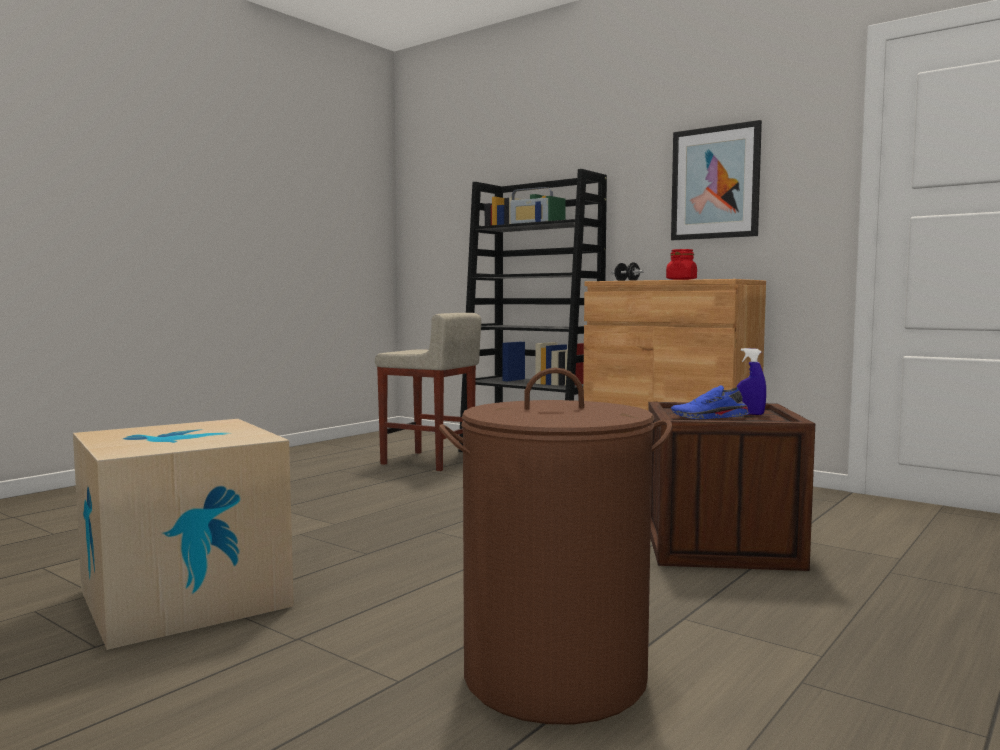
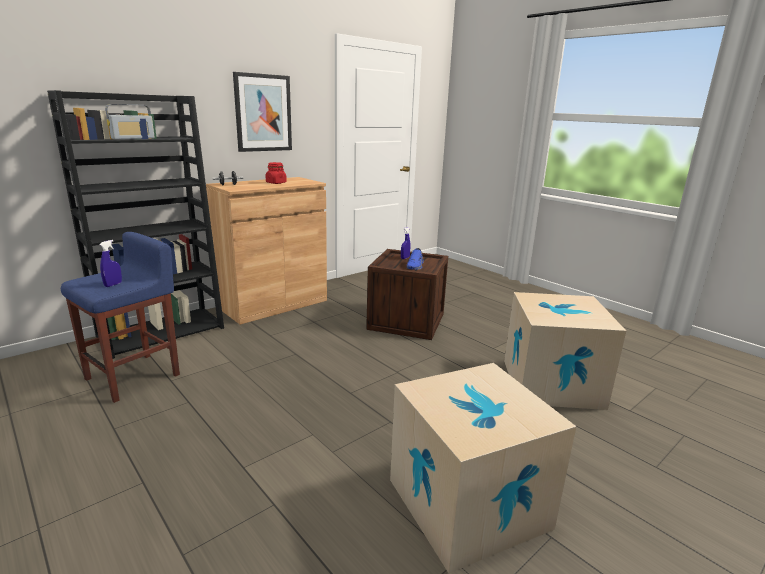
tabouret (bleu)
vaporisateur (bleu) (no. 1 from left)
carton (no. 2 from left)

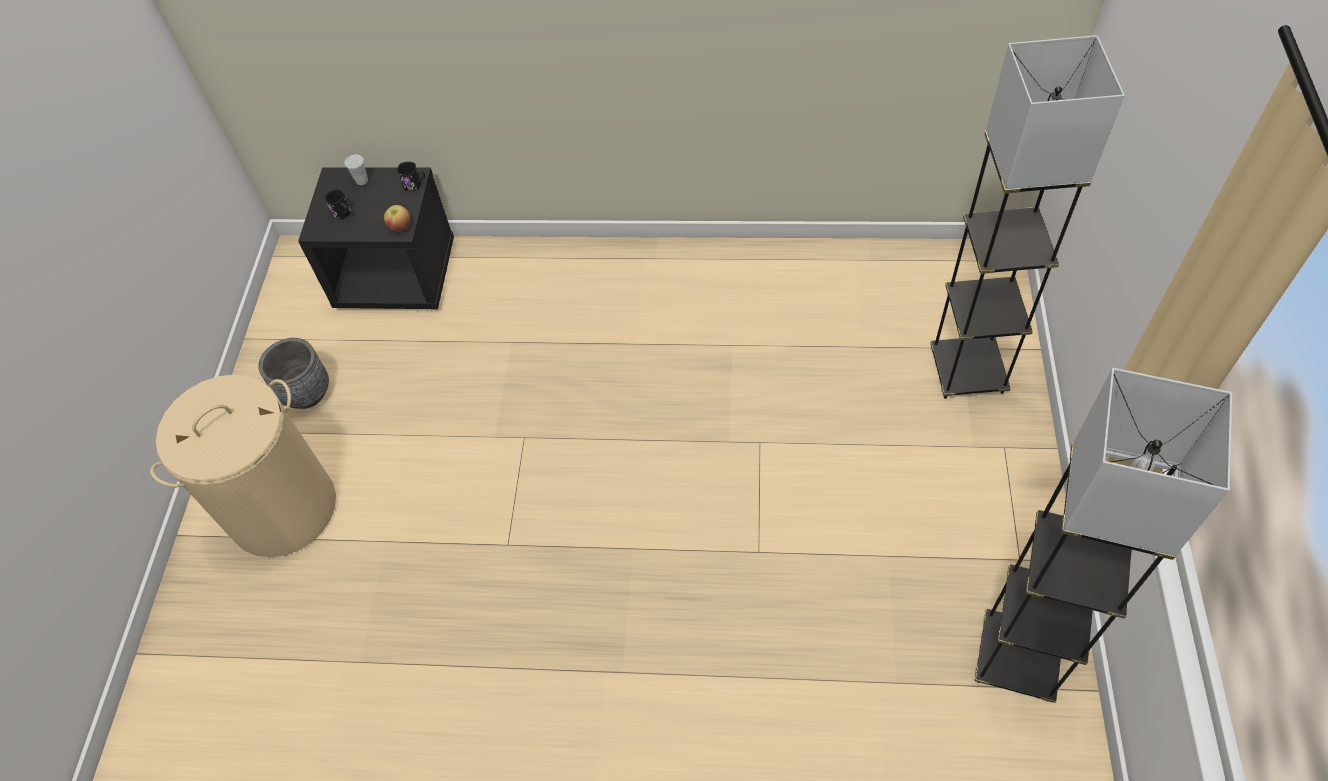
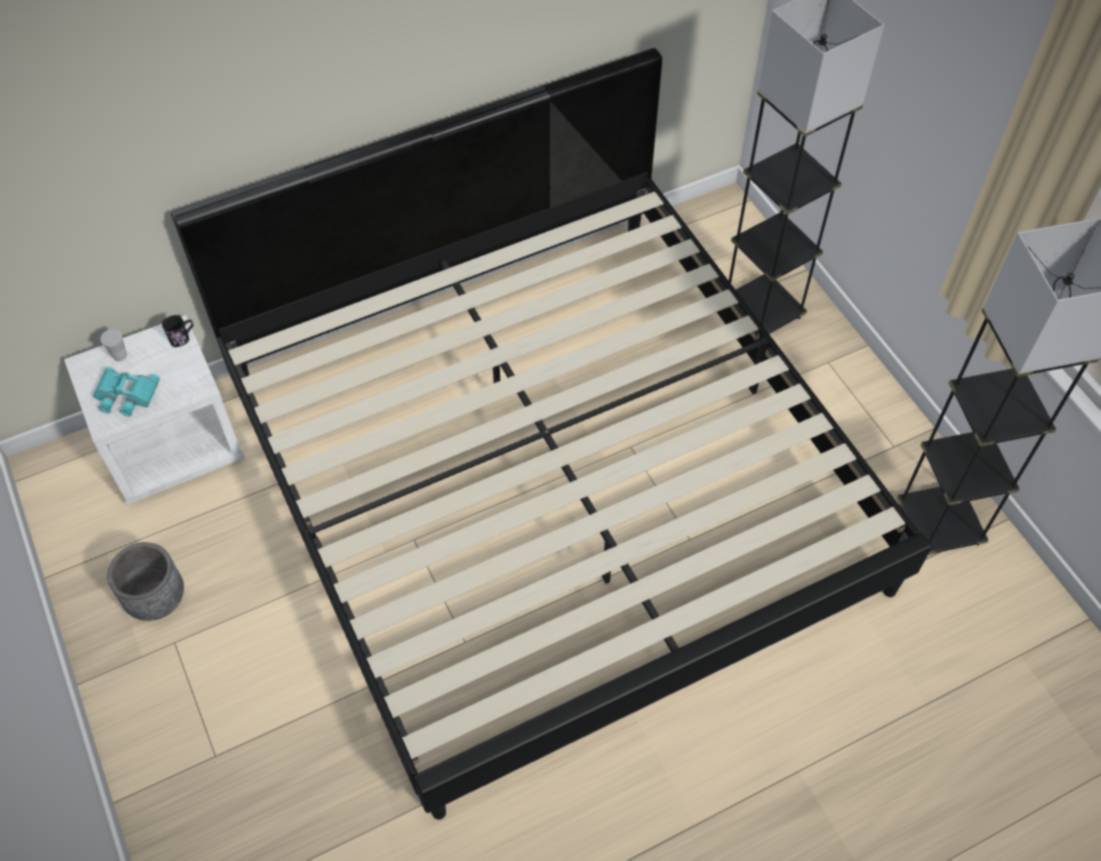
table de chevet (blanc)
jumelles (turquoise)
lit
panier à linge (beige)
pomme

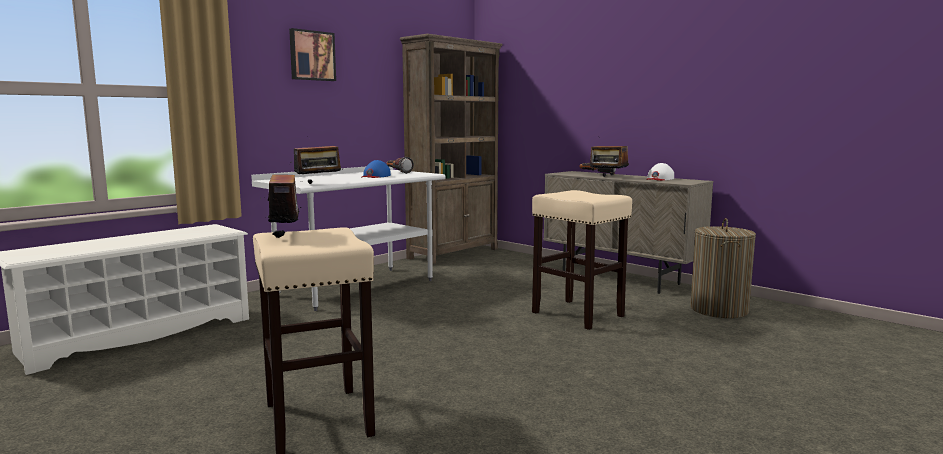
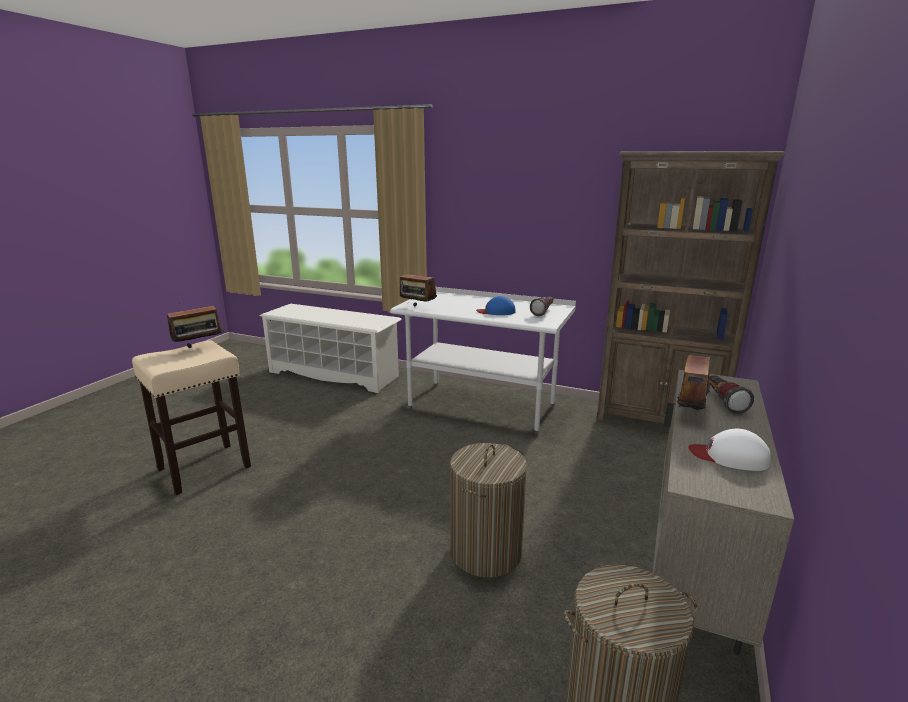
panier à linge (no. 1 from left)
tableau

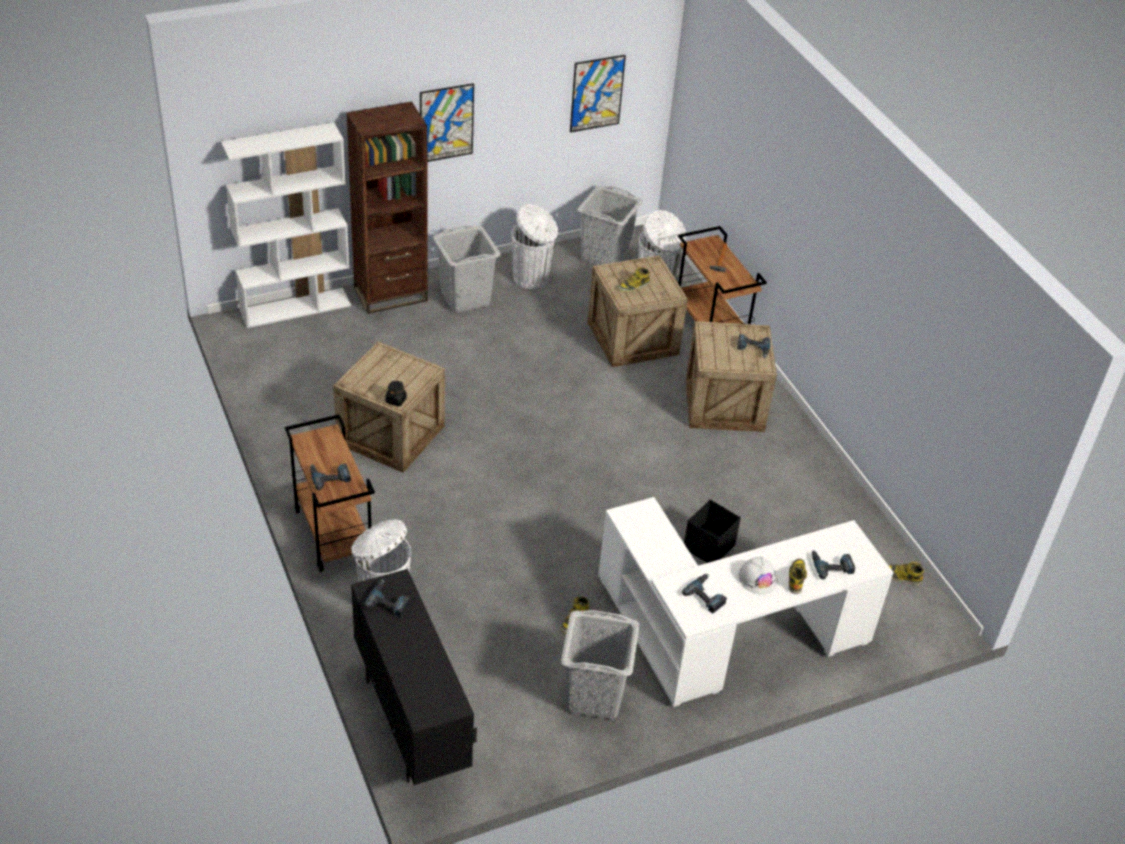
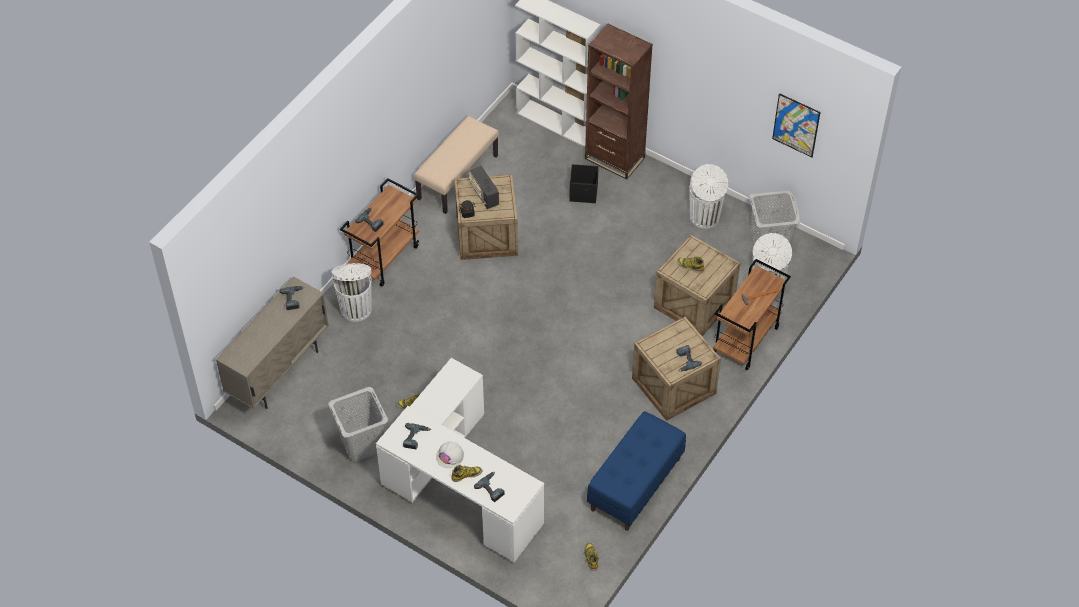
meuble de rangement (beige)
banc (beige)
radio
boîte de rangement (noir)
banc (bleu)
tableau (no. 1 from left in the first image)
panier à linge (gris) (no. 1 from left in the first image)

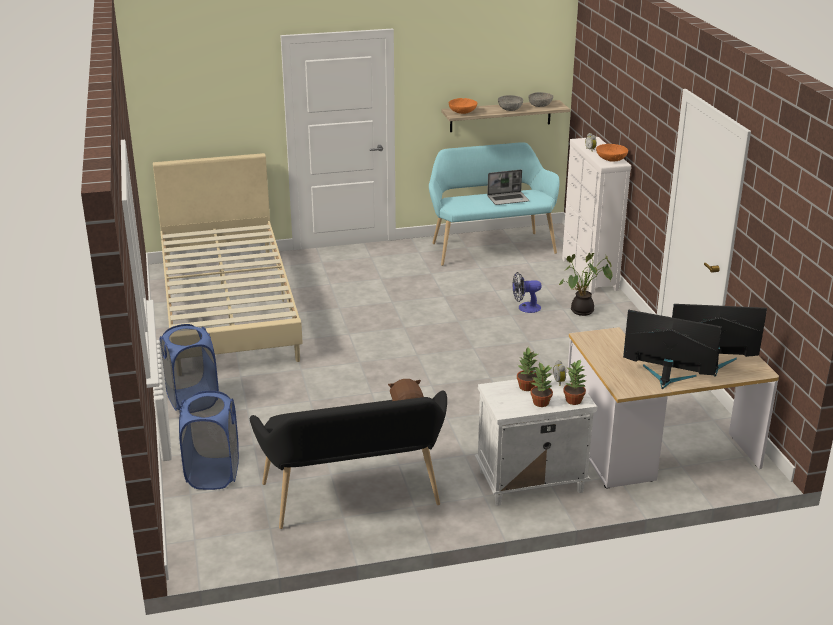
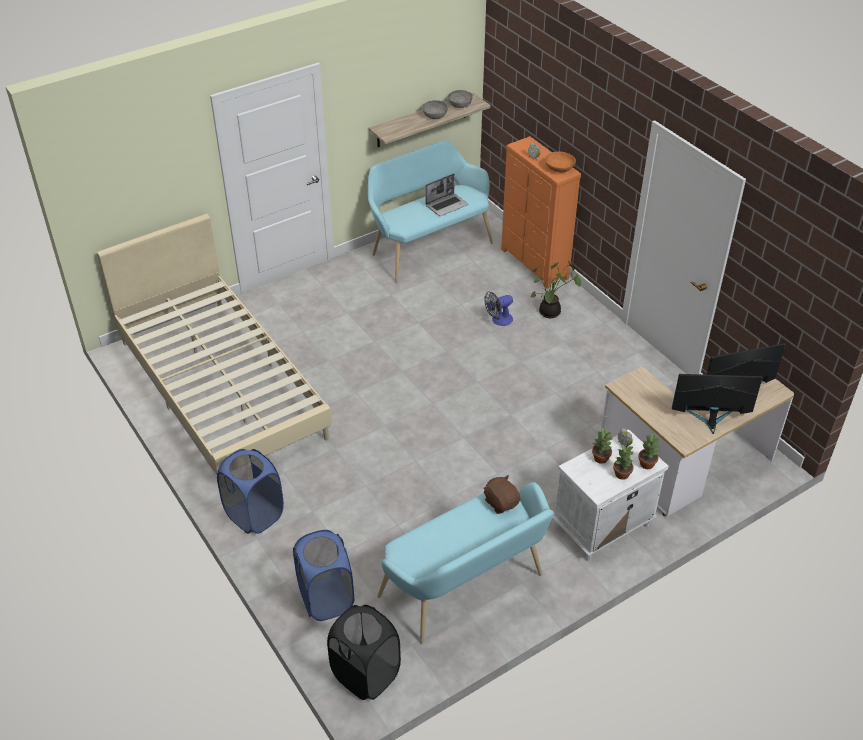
panier à linge (noir)
banc (turquoise) (no. 2 from left)
commode (orange)
bol (orange) (no. 1 from left in the first image)

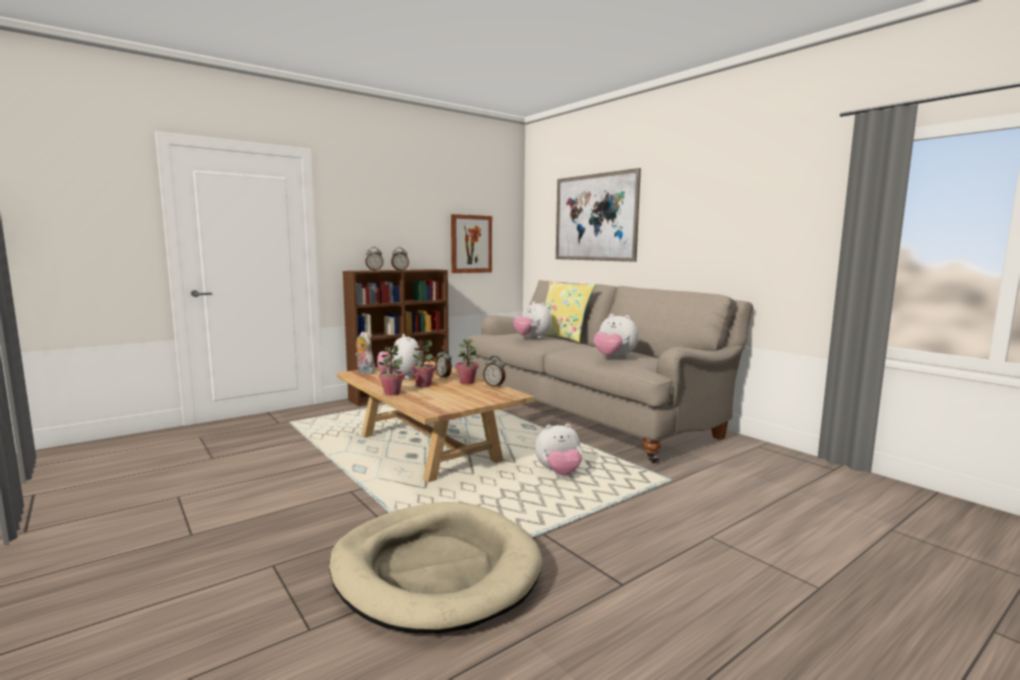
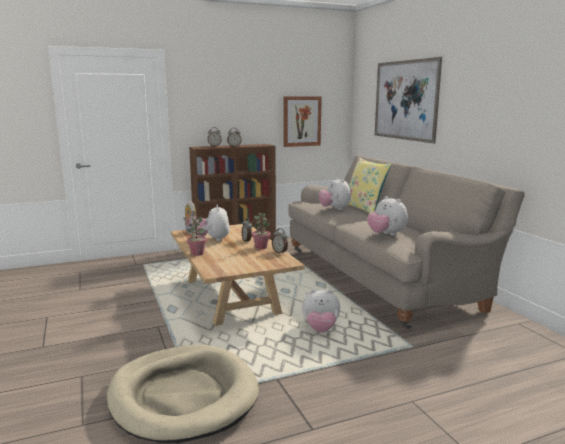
plante en pot (no. 2 from left in the first image)

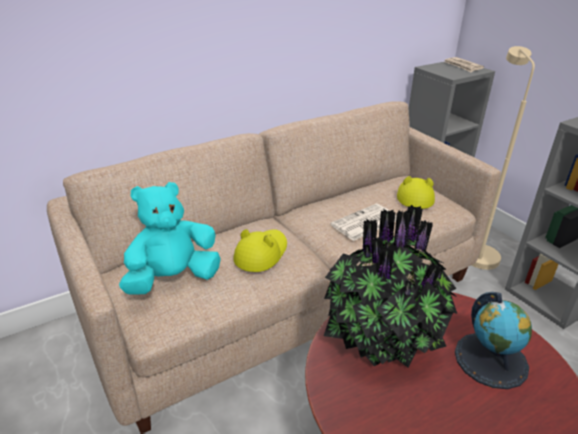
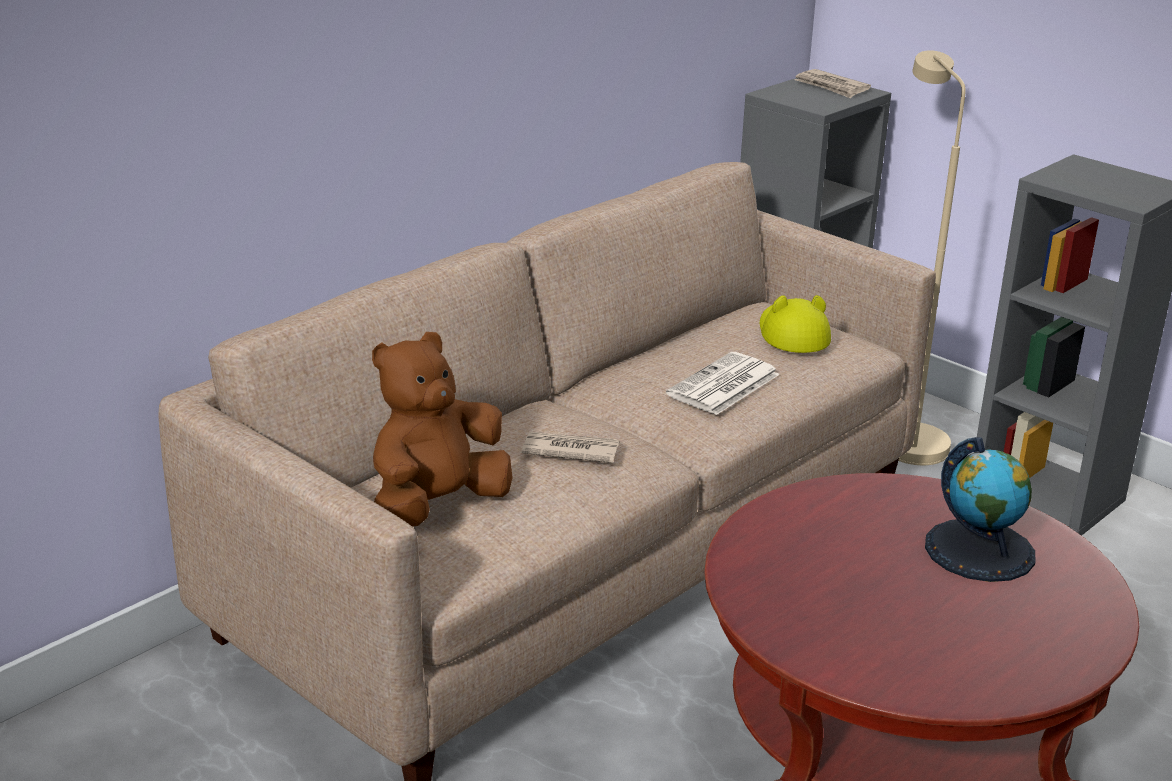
peluche (marron)
journal (no. 1 from left)
plante en pot

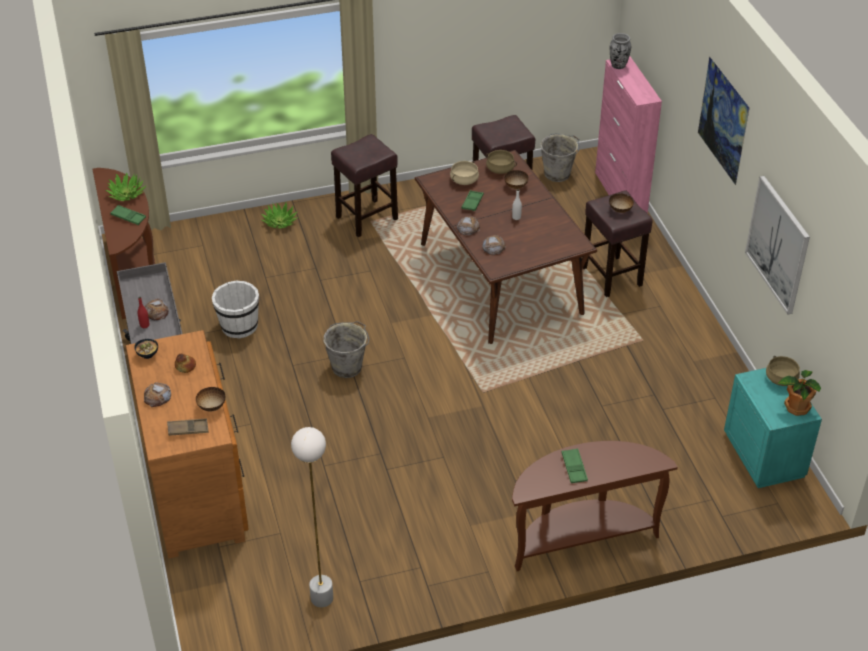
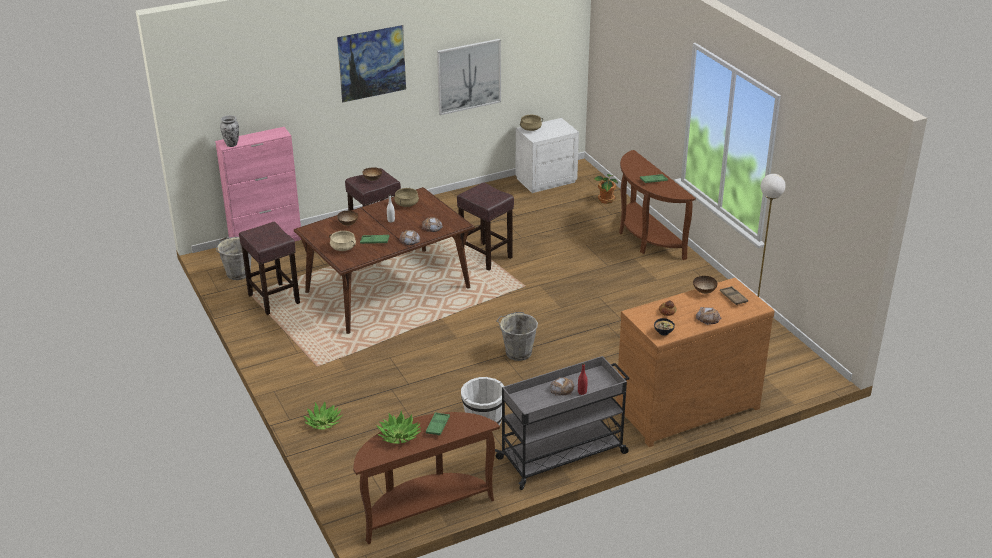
marmite (beige) (no. 2 from left)
tabouret (marron) (no. 3 from left)
table de chevet (blanc)
plante en pot (no. 3 from left)

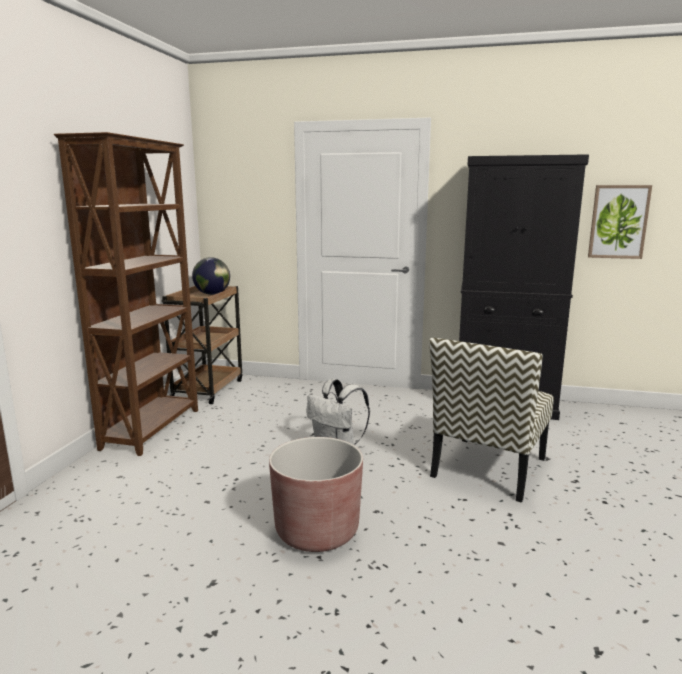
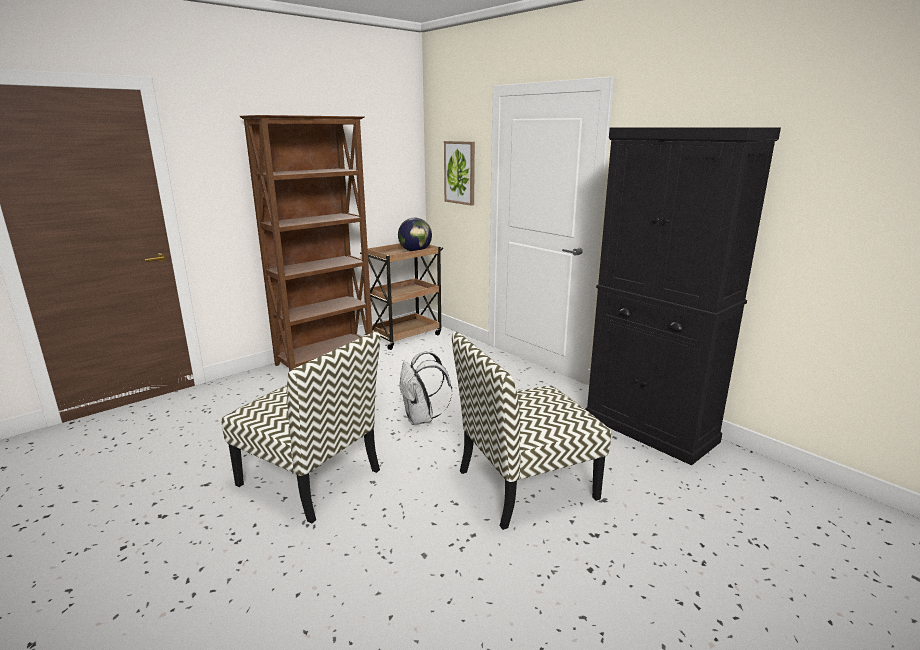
chaise (no. 1 from left)
tableau

